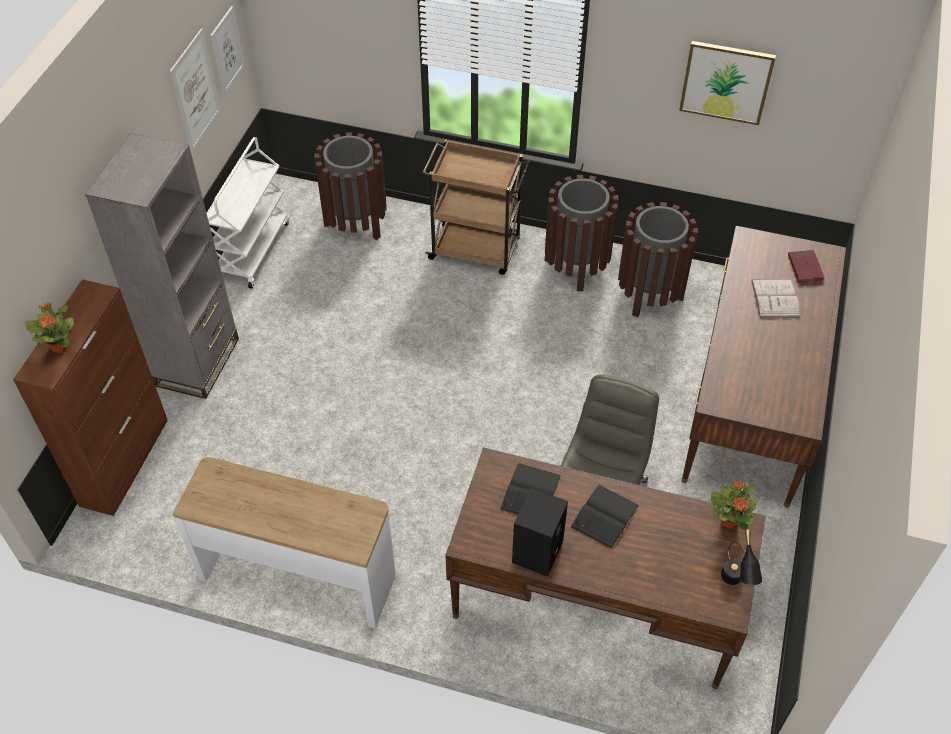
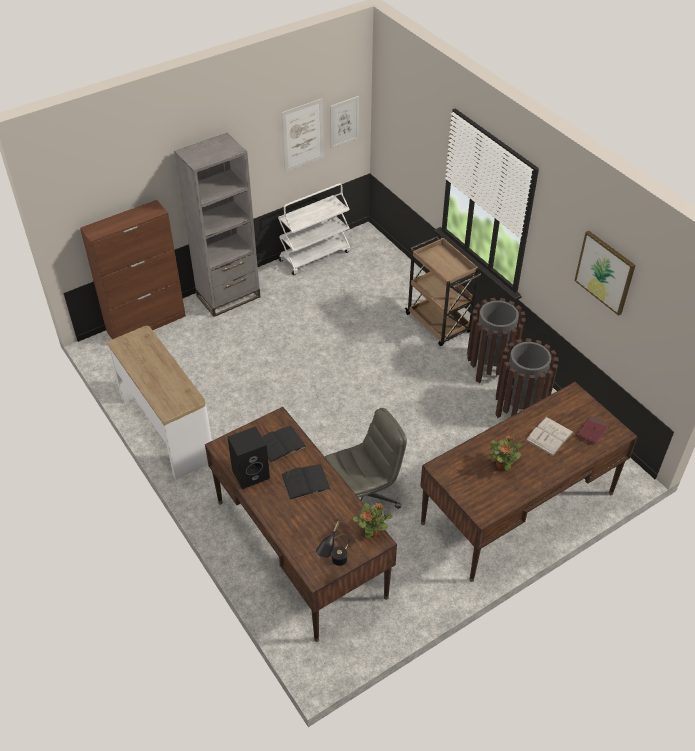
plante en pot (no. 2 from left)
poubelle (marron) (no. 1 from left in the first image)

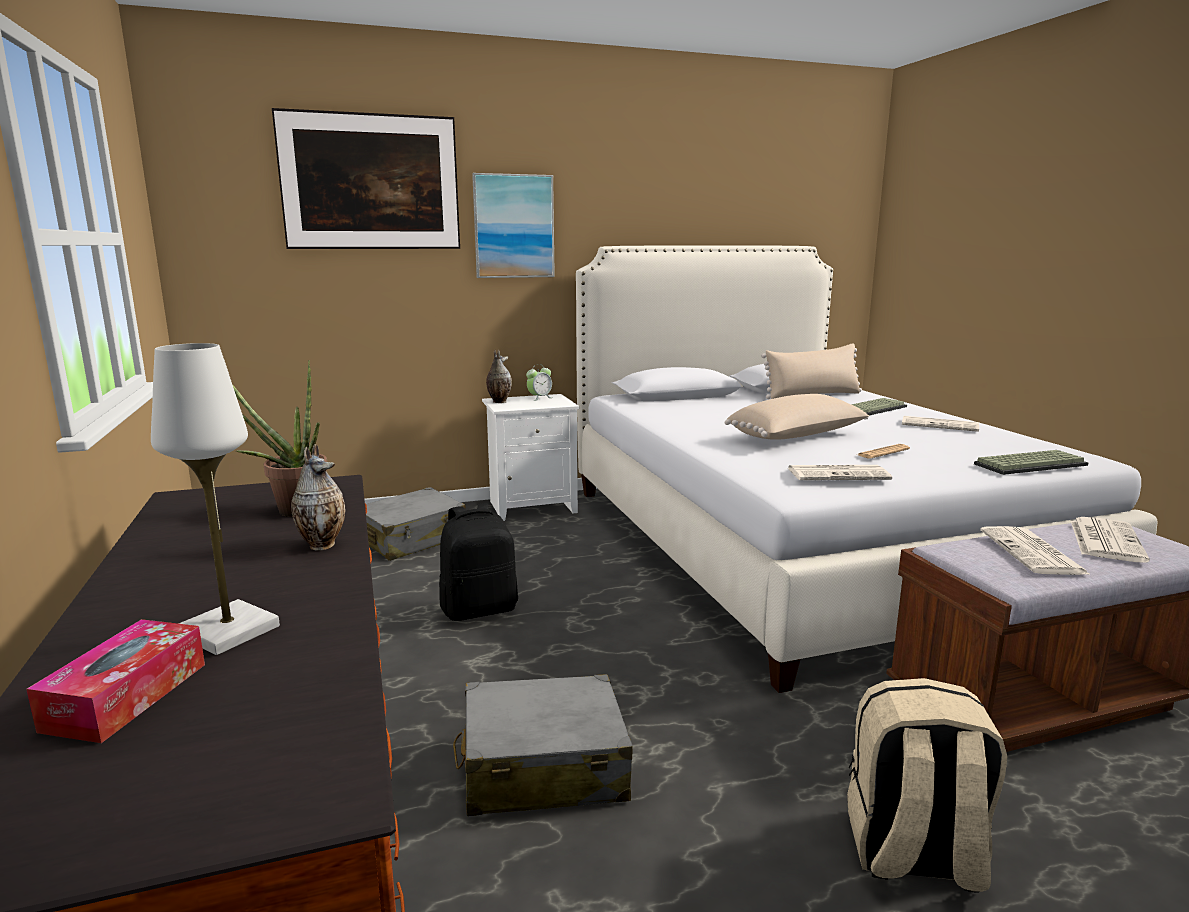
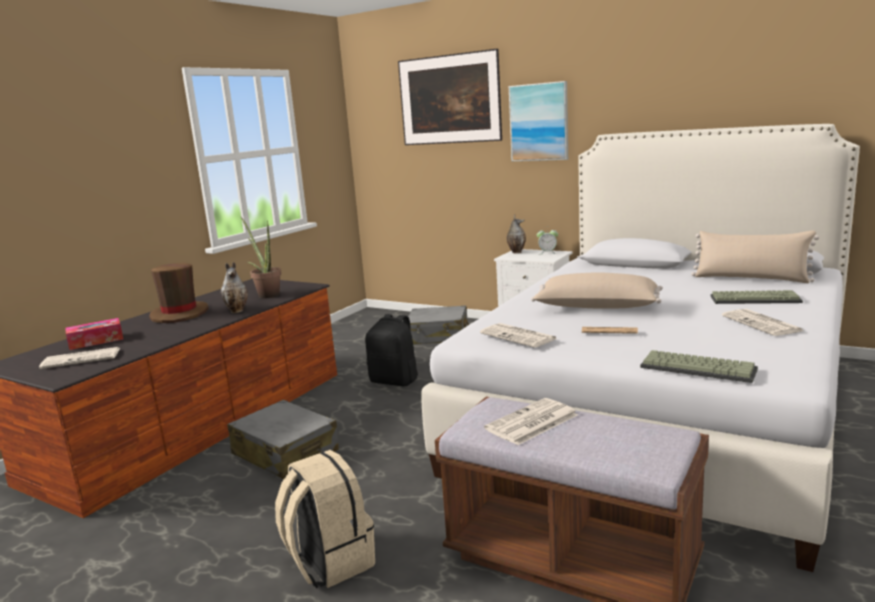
journal (no. 1 from left)
chapeau (marron)
lampe de table (blanc)

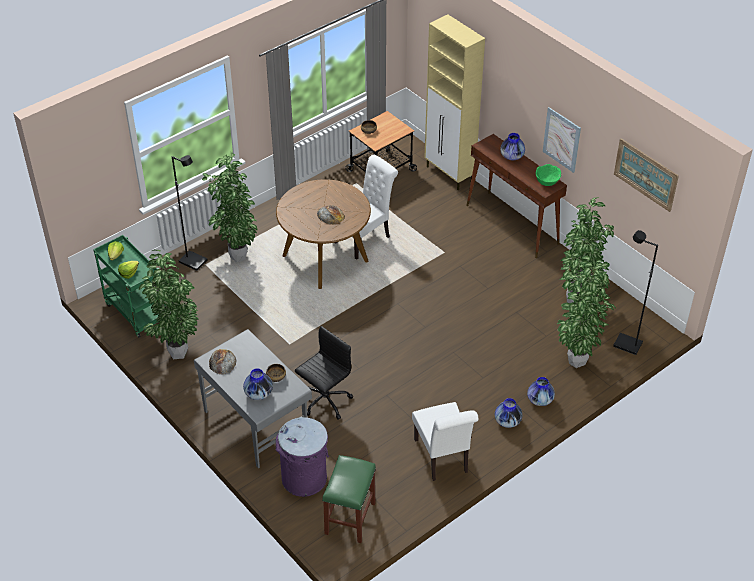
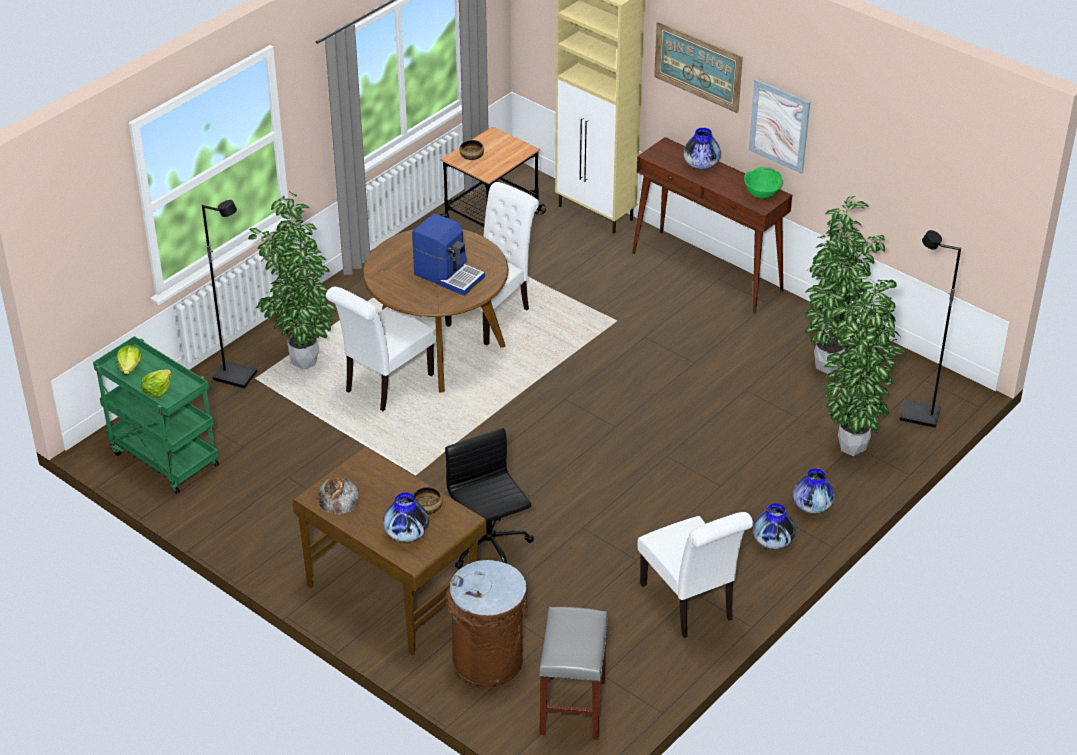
bureau (marron)
chaise (blanc) (no. 1 from left)
machine à café
chaise de bureau (noir)
poubelle (marron)
tabouret (gris)
tableau (no. 1 from left)
plante en pot (no. 1 from left in the first image)

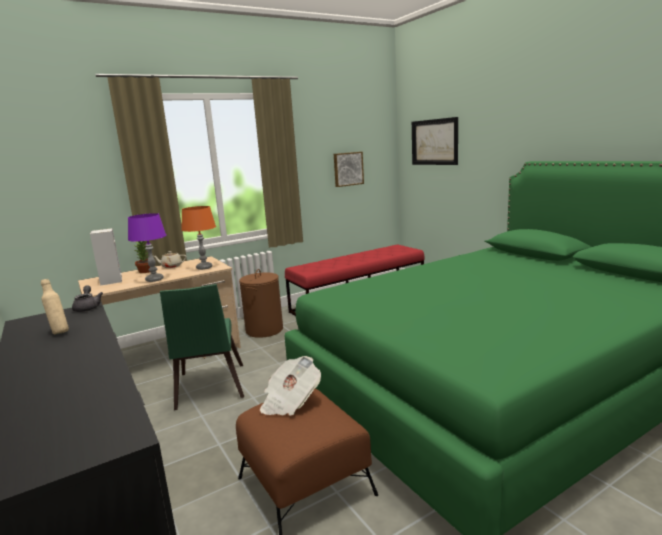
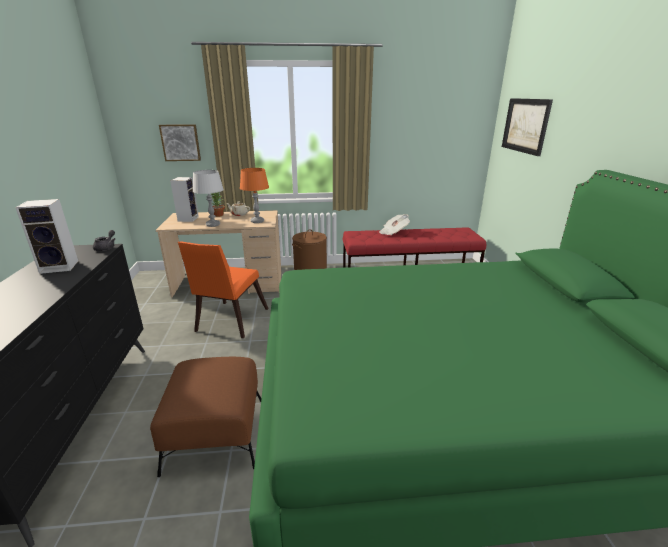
enceinte (no. 1 from left)
tableau (no. 1 from left)
chaise (orange)
lampe de table (gris)
journal

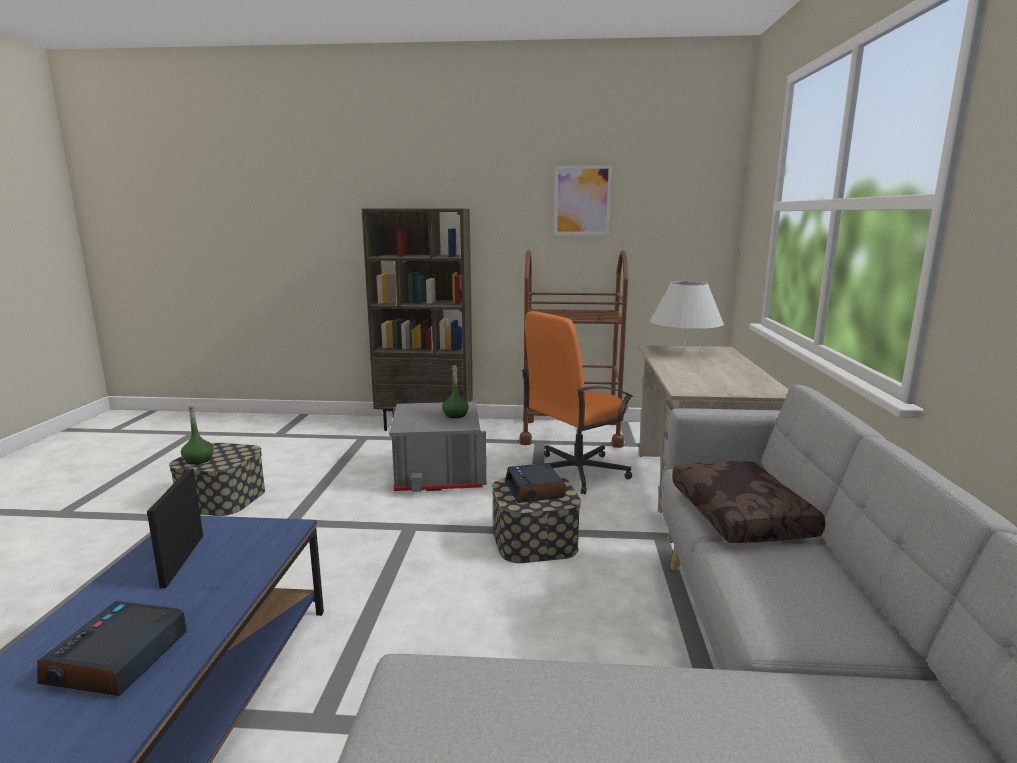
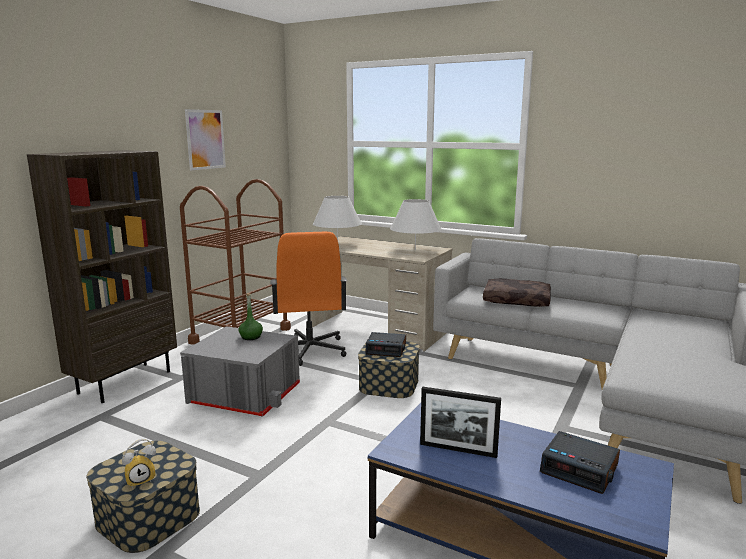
réveil (no. 1 from left)
lampe de table (blanc) (no. 2 from left)

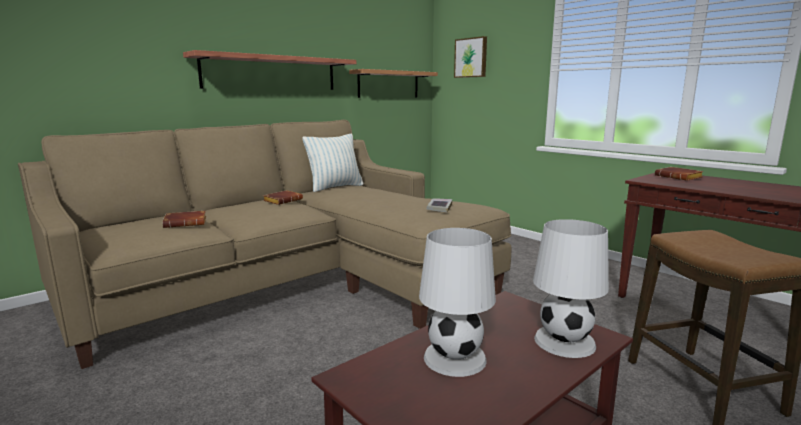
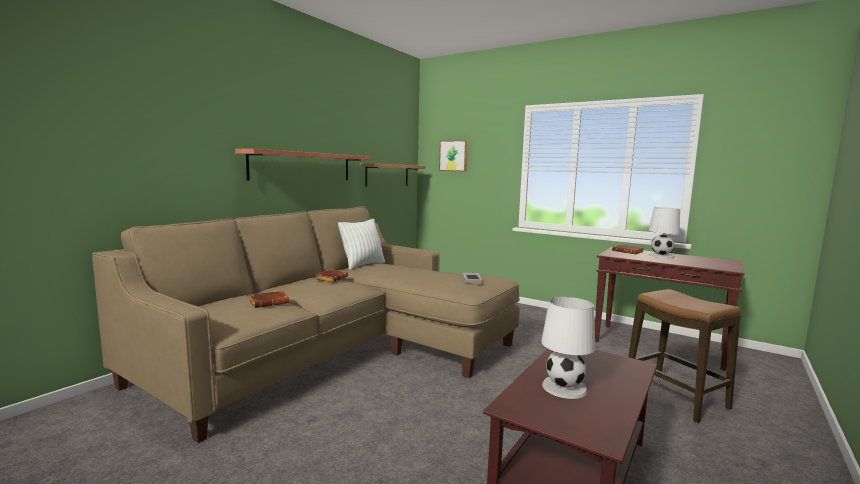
lampe de table (blanc) (no. 2 from left)

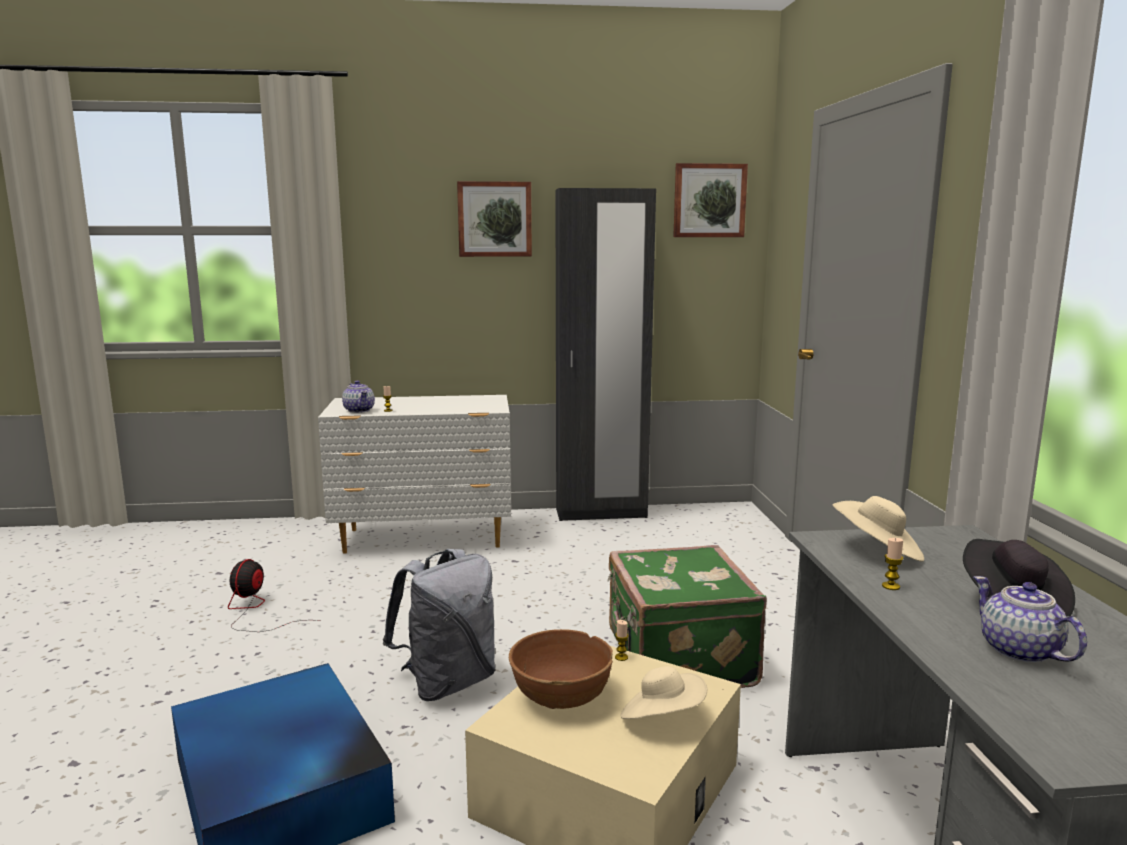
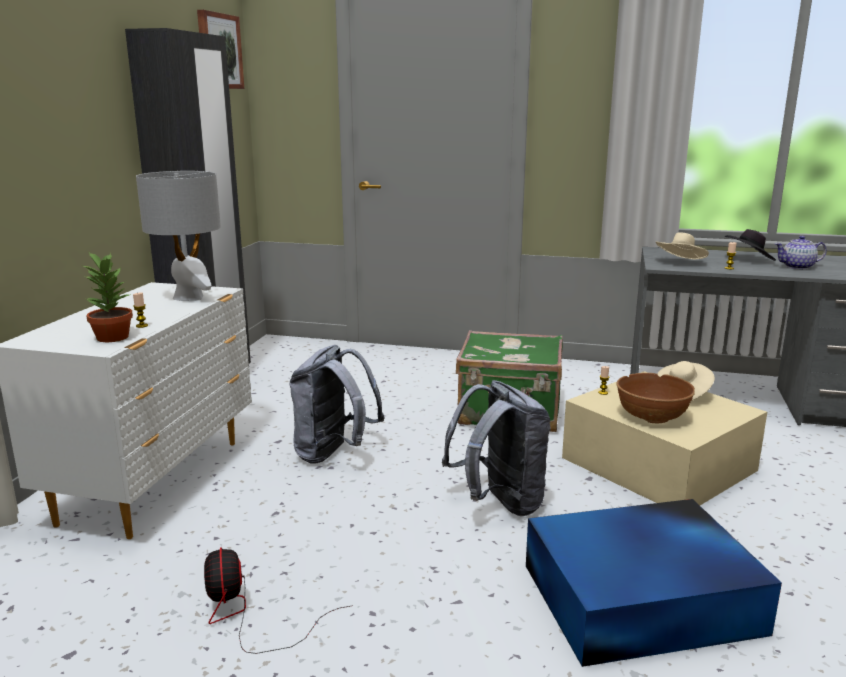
plante en pot
lampe de table (gris)
ventilateur
sac à dos (gris) (no. 1 from left)
tableau (no. 1 from left in the first image)

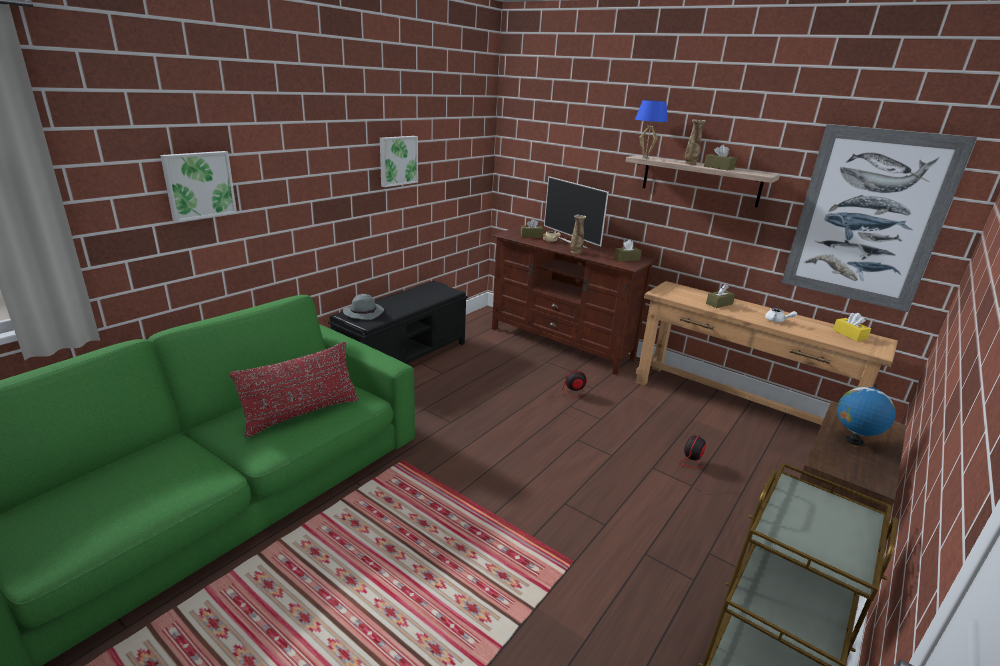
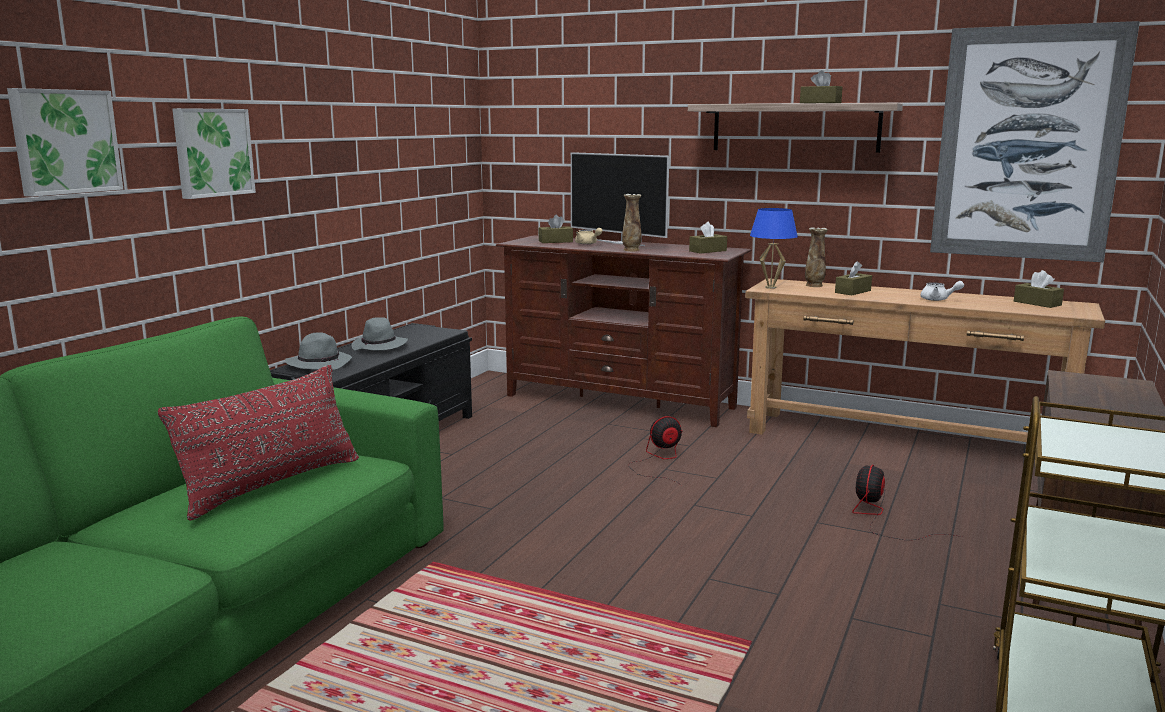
tableau (no. 2 from left)
chapeau (gris) (no. 2 from left)
lampe de table (bleu)
vase (no. 2 from left)
boîte à mouchoirs (marron) (no. 5 from left)
globe

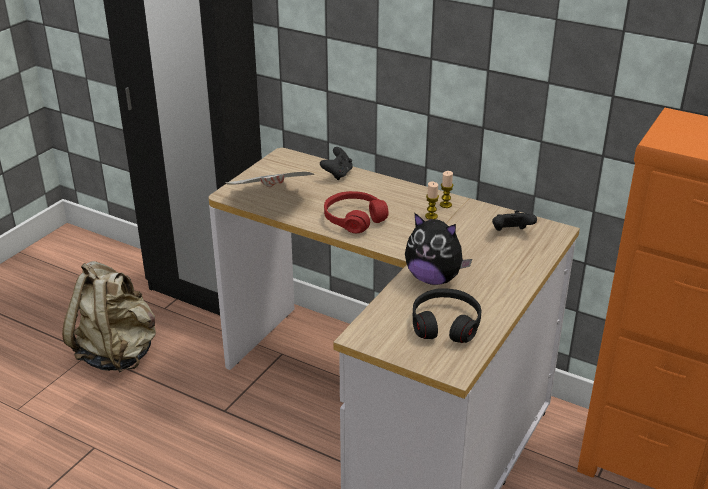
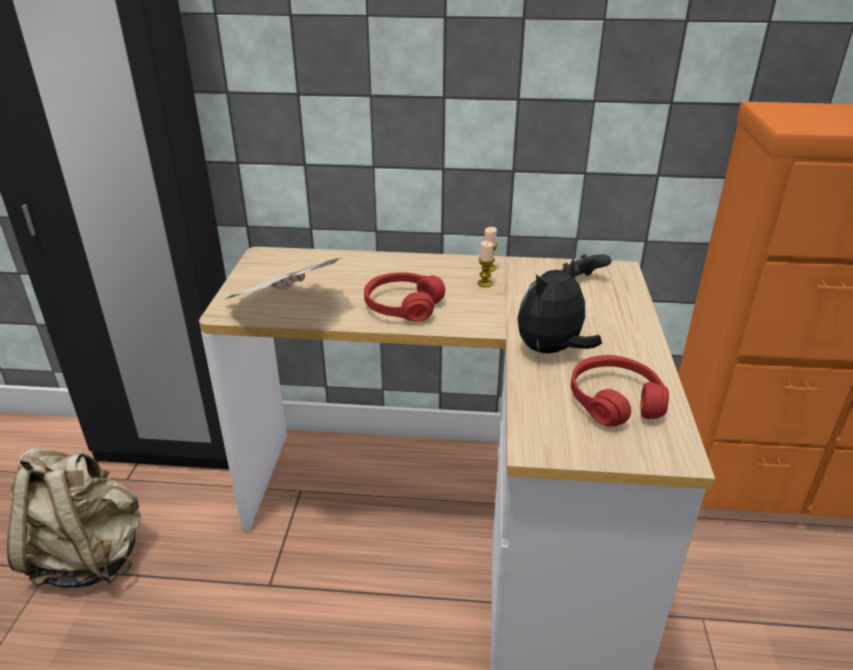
peluche
casque audio (rouge) (no. 2 from left)
manette (noir) (no. 1 from left in the first image)

